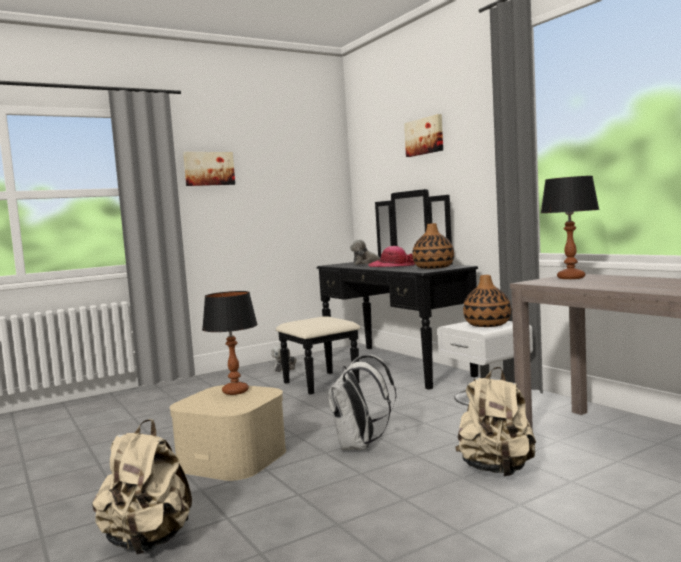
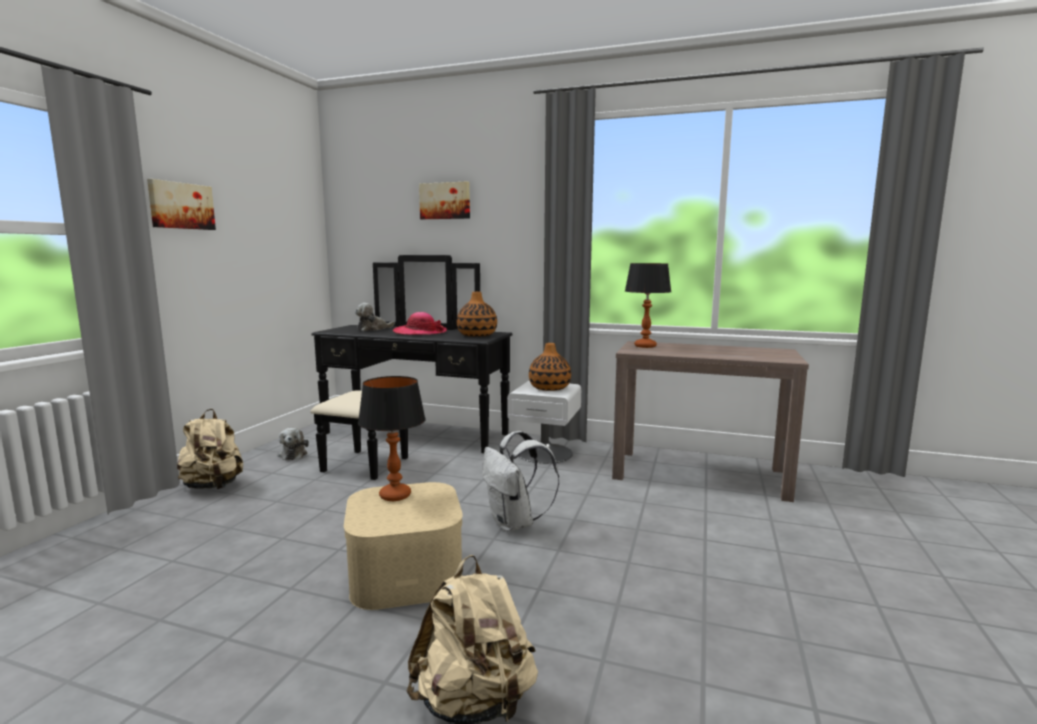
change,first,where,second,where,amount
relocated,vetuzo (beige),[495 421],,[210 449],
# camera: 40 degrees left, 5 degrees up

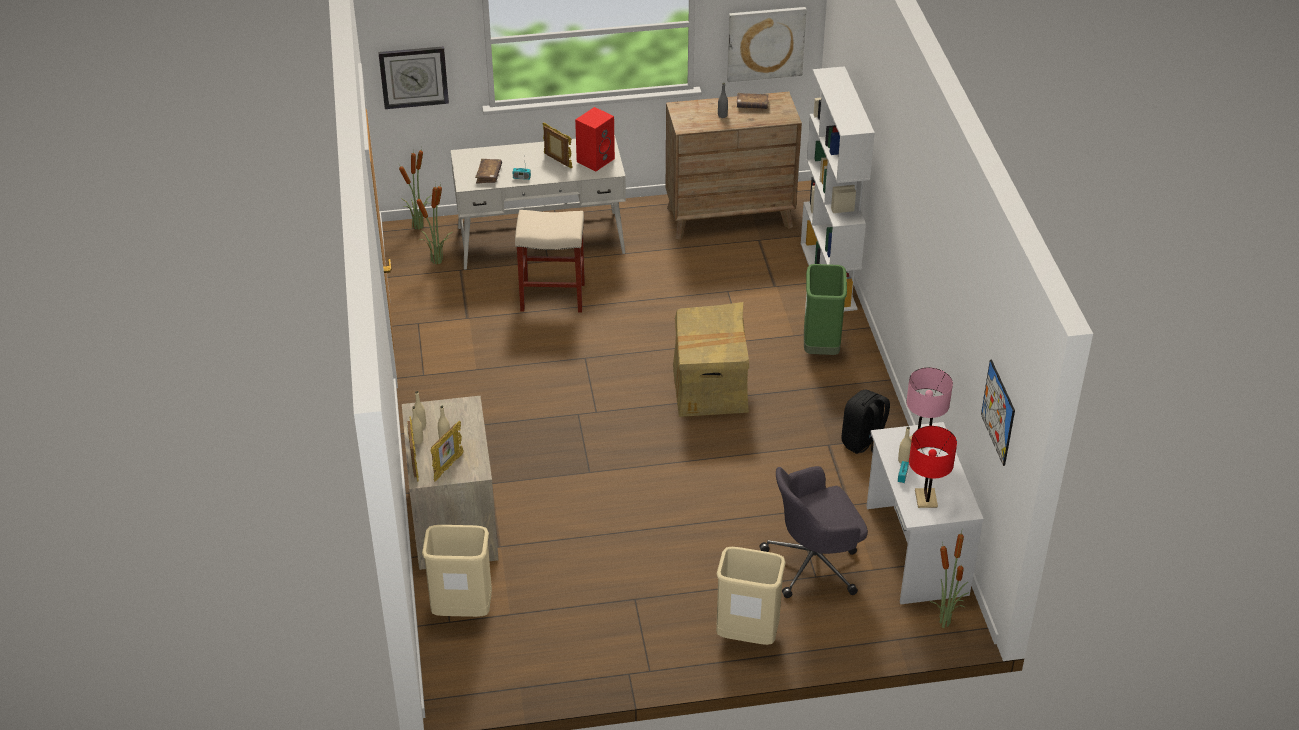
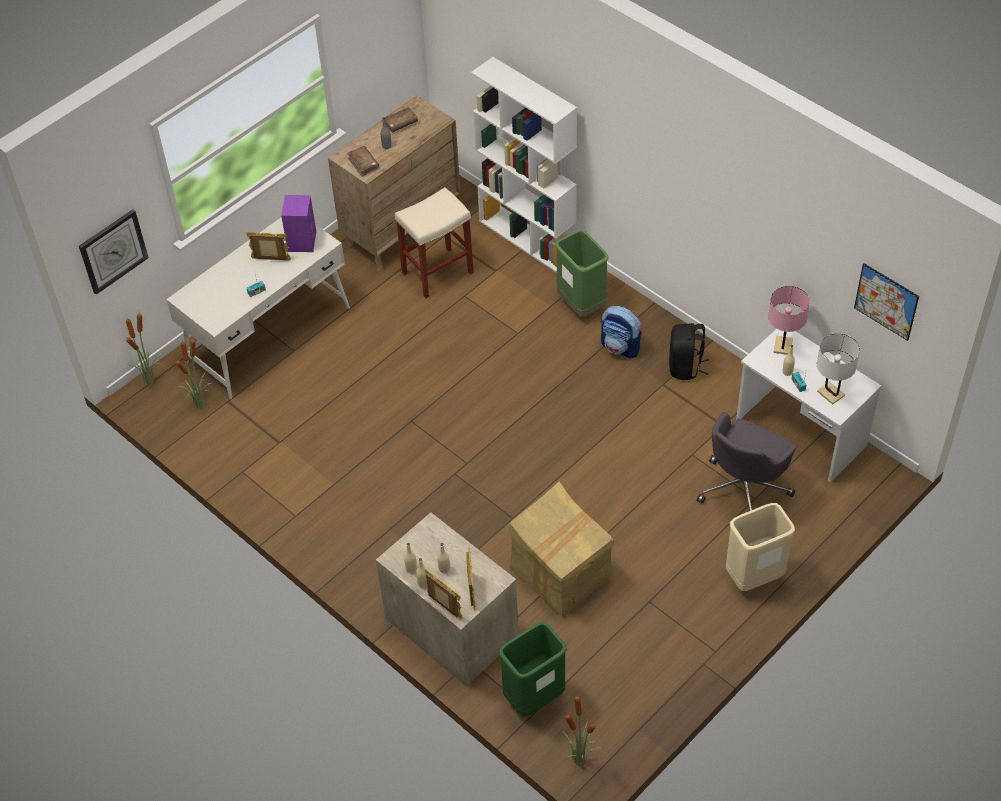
change,first,where,second,where,amount
colour,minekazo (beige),[457 571],minekazo (green),[533 669],
relocated,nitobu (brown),[488 171],,[363 161],
relocated,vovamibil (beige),[550 261],,[434 242],
colour,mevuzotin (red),[595 139],mevuzotin (purple),[299 223],
relocated,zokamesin,[711 359],,[561 549],
missing,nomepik,[767 44],,,
colour,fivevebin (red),[933 467],fivevebin (white),[838 369],
relocated,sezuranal,[949 579],,[582 732],
appeared,,,vetuzo,[621 332],
# camera: 35 degrees left, 10 degrees up

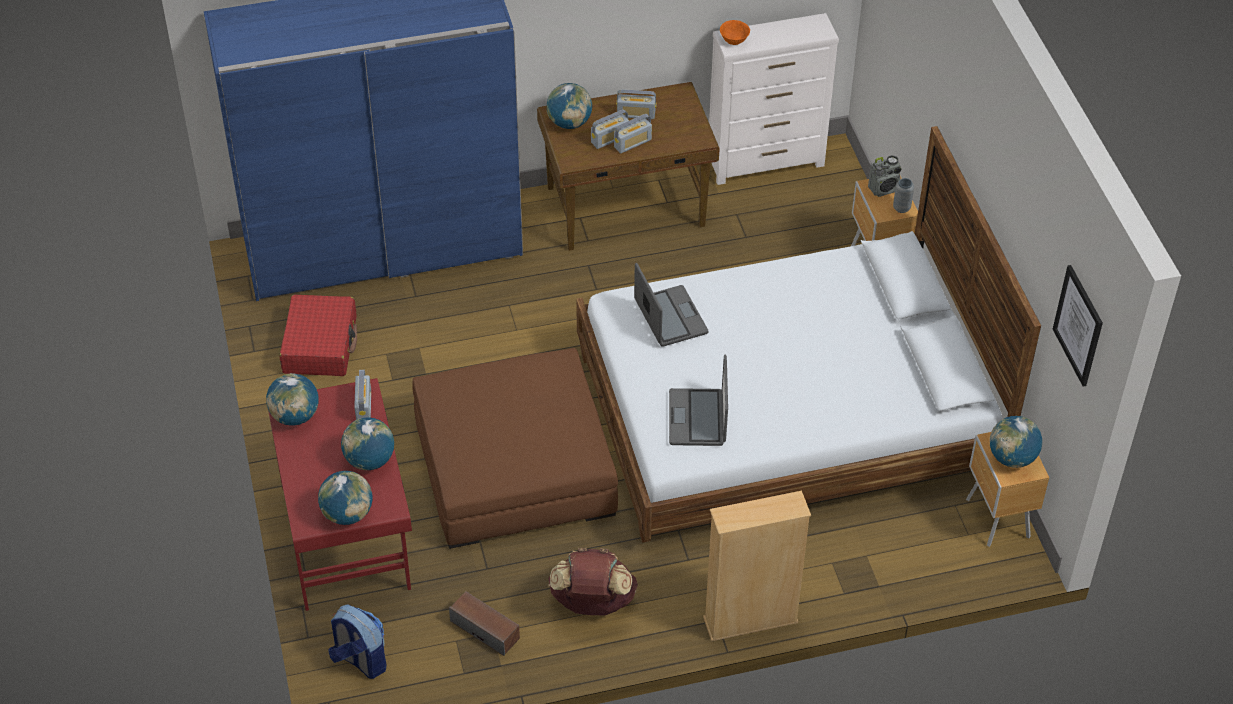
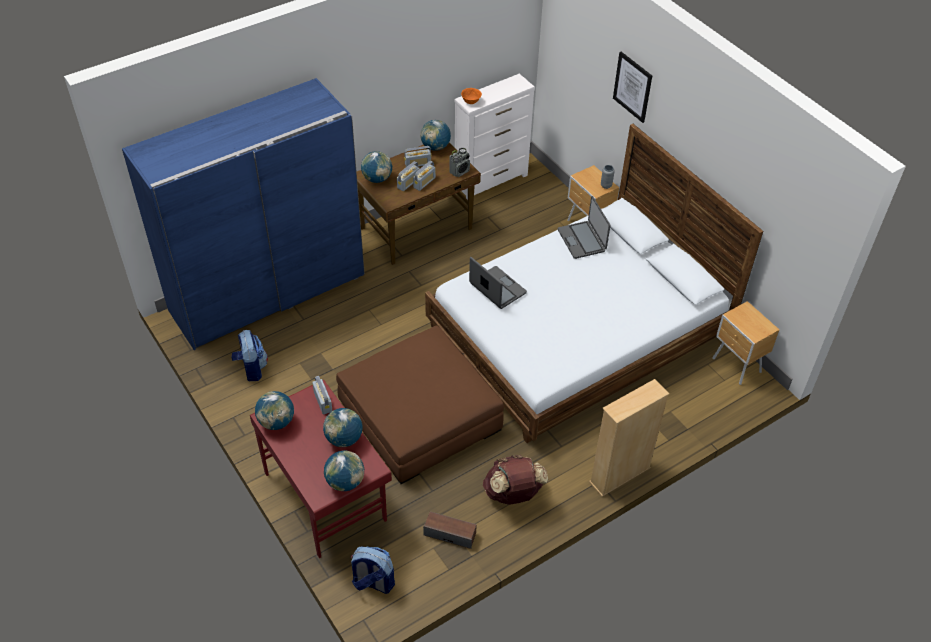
change,first,where,second,where,amount
exchanged,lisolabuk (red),[318 335],vetuzo,[249 355],
relocated,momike,[698 400],,[584 227],
relocated,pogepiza,[884 176],,[459 162],
relocated,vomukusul,[1015 442],,[435 135],
relocated,nomepik,[1078 326],,[632 87],
# camera: 20 degrees left, 0 degrees up

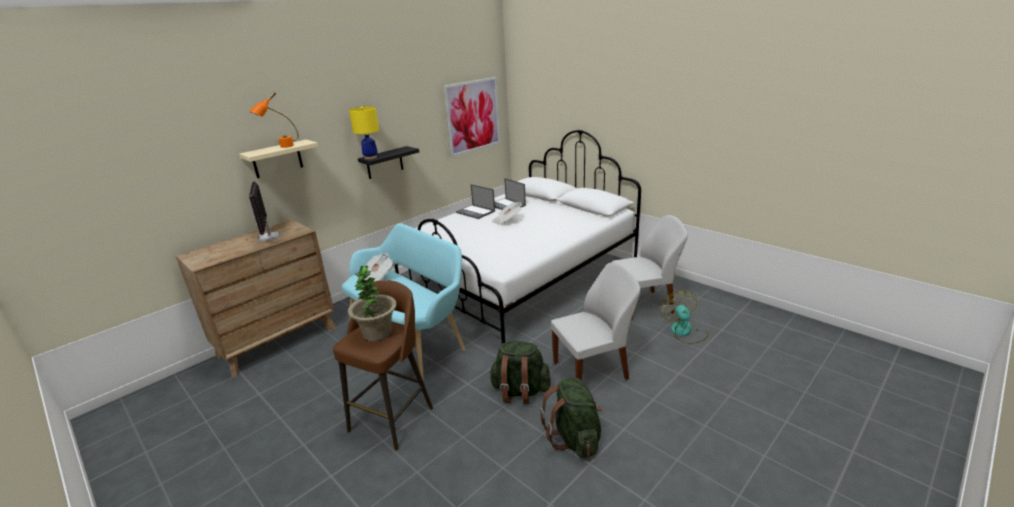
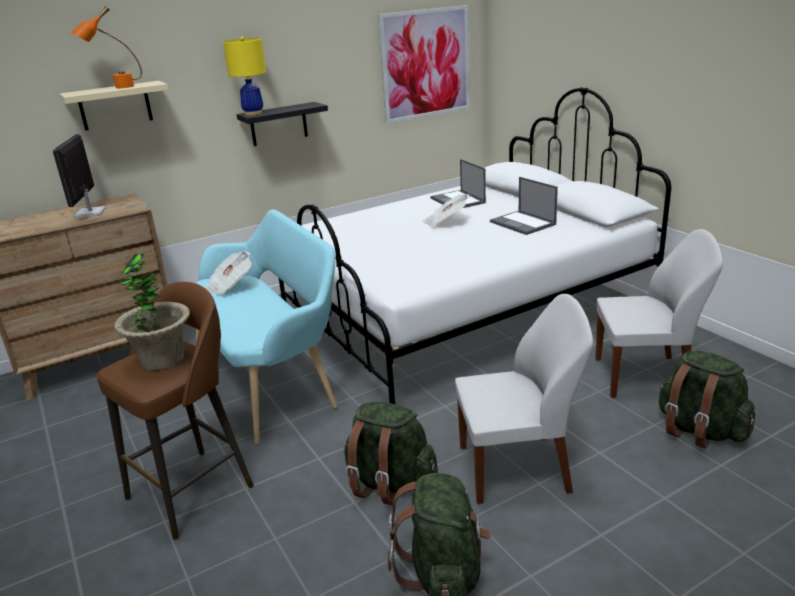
change,first,where,second,where,amount
relocated,momike,[475 201],,[524 206],
exchanged,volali,[684 317],vetuzo (green),[707 399],
# camera: 15 degrees right, 0 degrees up

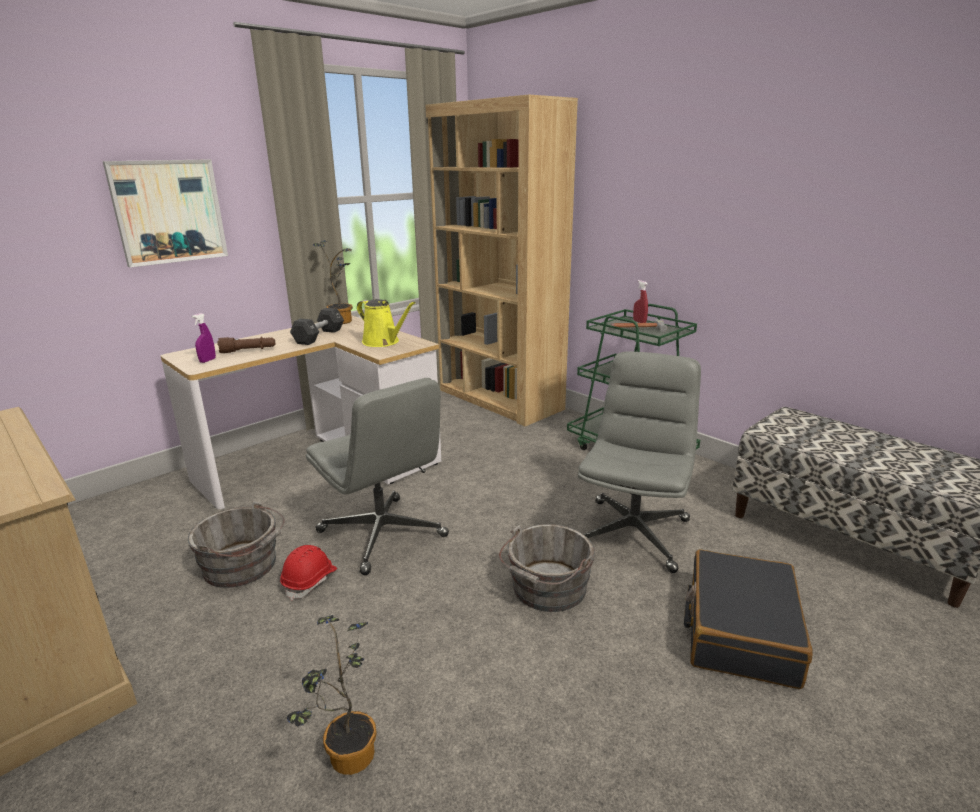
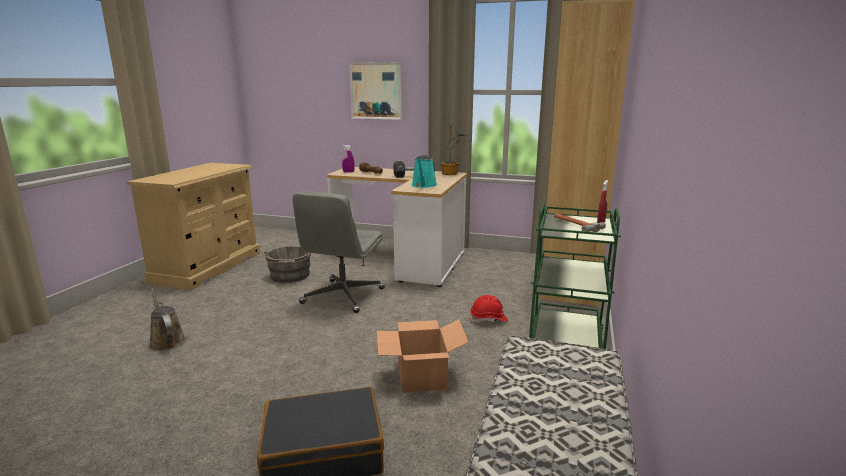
change,first,where,second,where,amount
relocated,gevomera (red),[308 573],,[489 309],
exchanged,sezuranal,[331 695],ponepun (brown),[167 319],
colour,ponepun (yellow),[386 323],ponepun (turquoise),[424 171],
missing,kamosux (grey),[547 568],,,
exchanged,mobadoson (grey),[639 462],zokamesin,[422 356],
# camera: 60 degrees right, 5 degrees down

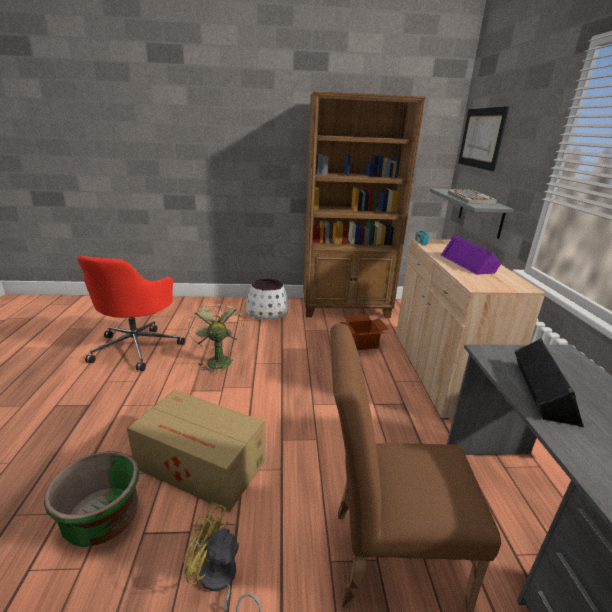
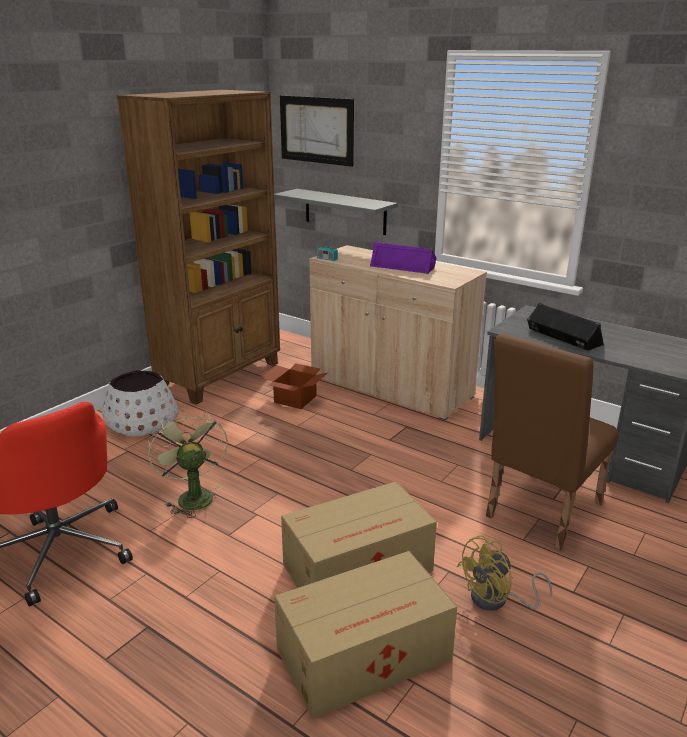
change,first,where,second,where,amount
exchanged,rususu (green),[92 499],zokamesin,[365 635],
spun,volali (green),[216 337],,[188 464],45 degrees clockwise
missing,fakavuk,[472 197],,,
# camera: 50 degrees left, 0 degrees up

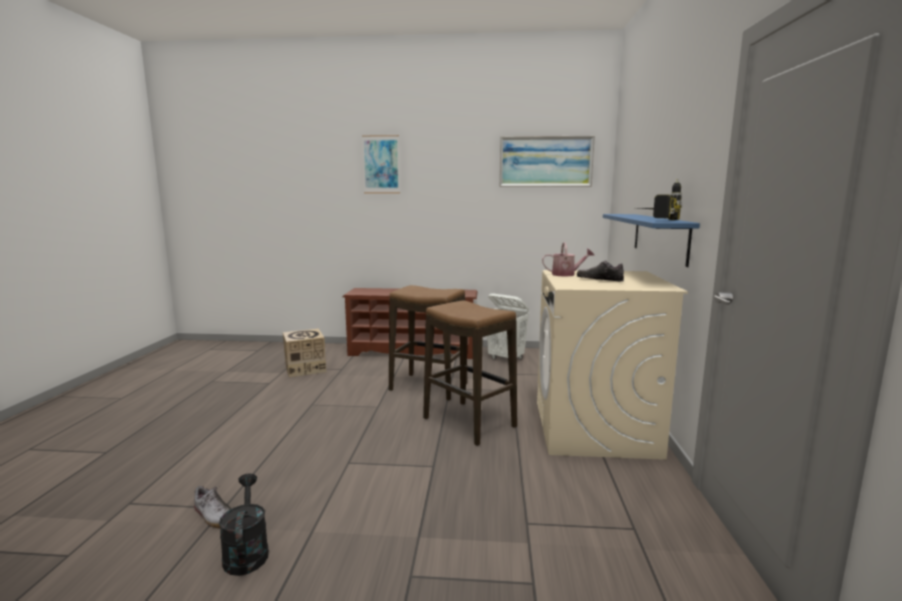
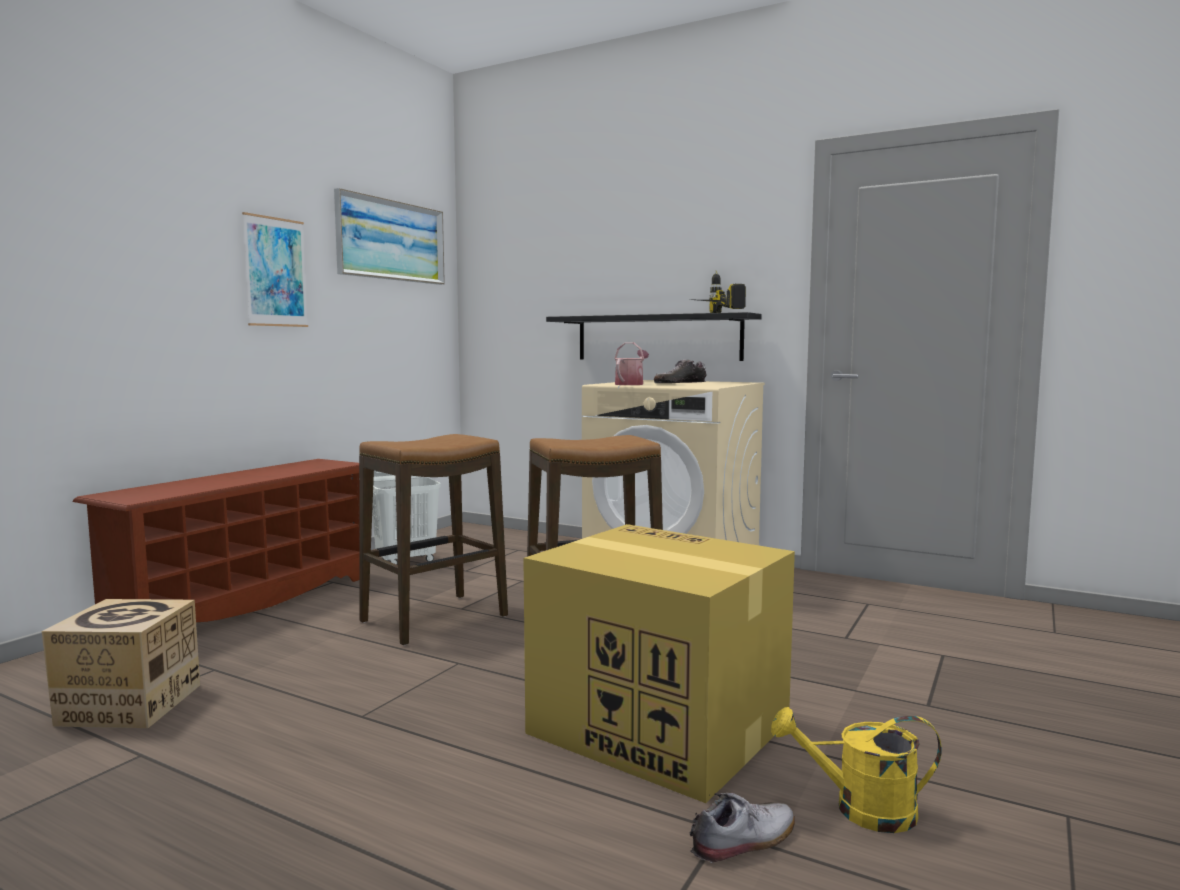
change,first,where,second,where,amount
colour,ponepun (black),[244 525],ponepun (yellow),[856 770],
relocated,nomepik,[381 164],,[275 269],
colour,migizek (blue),[651 240],migizek (black),[654 336],
appeared,,,zokamesin,[659 663],
# camera: 65 degrees left, 5 degrees down

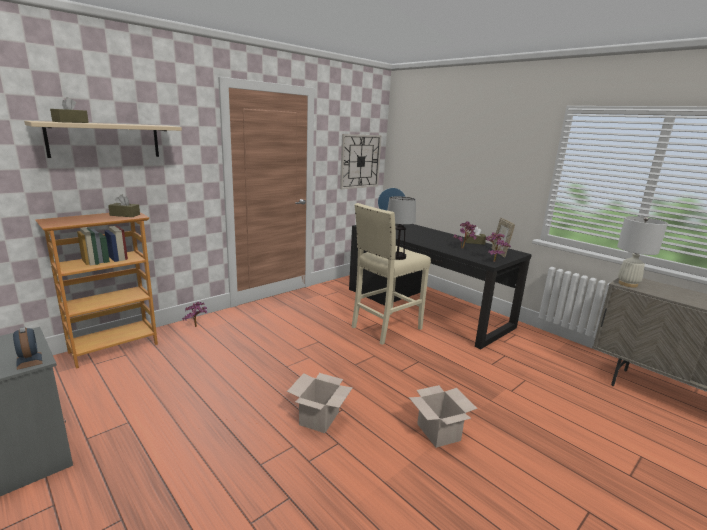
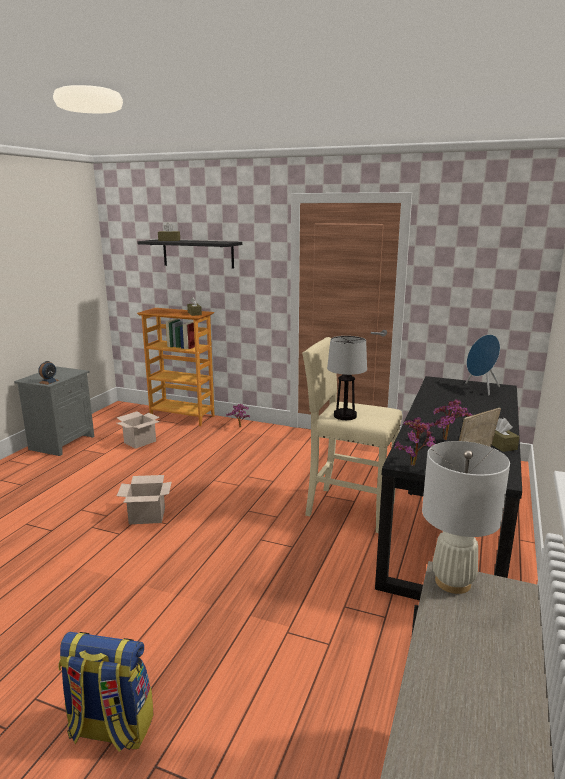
change,first,where,second,where,amount
colour,migizek (beige),[103 139],migizek (black),[189 254],
missing,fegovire,[361 161],,,
relocated,zokamesin,[443 416],,[138 430],
appeared,,,vetuzo,[105 692],
# camera: 65 degrees right, 0 degrees up

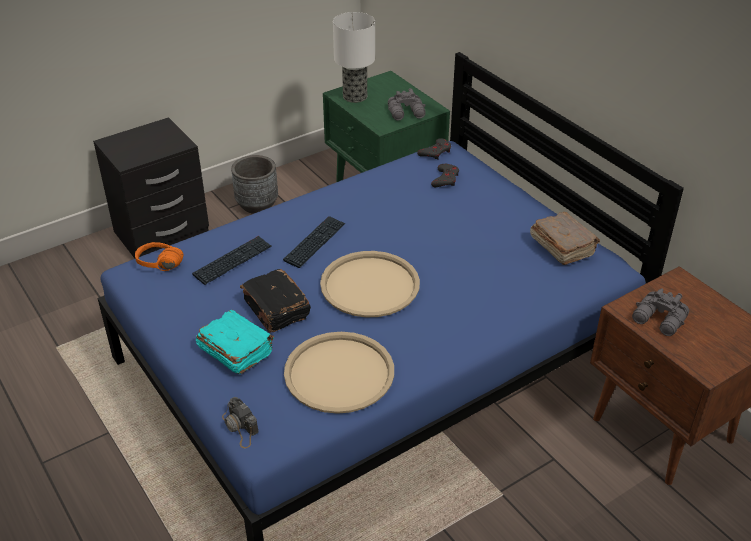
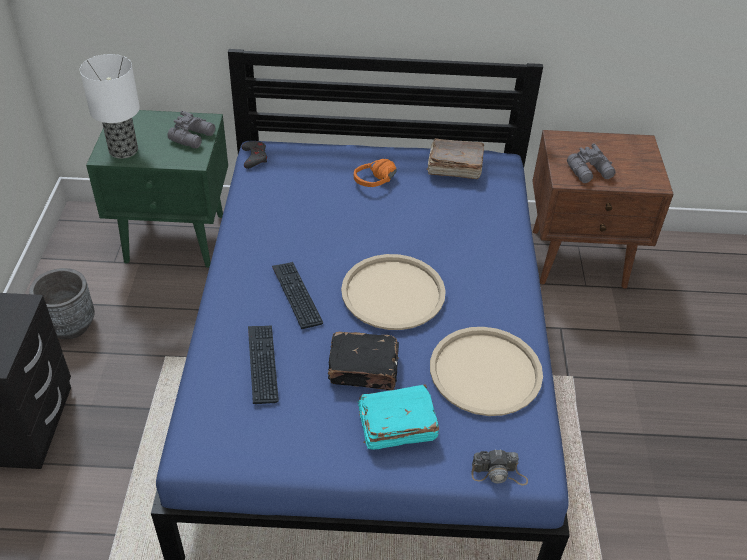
change,first,where,second,where,amount
relocated,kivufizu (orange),[159 256],,[375 173],
missing,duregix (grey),[445 175],,,
# camera: 55 degrees left, 5 degrees up

